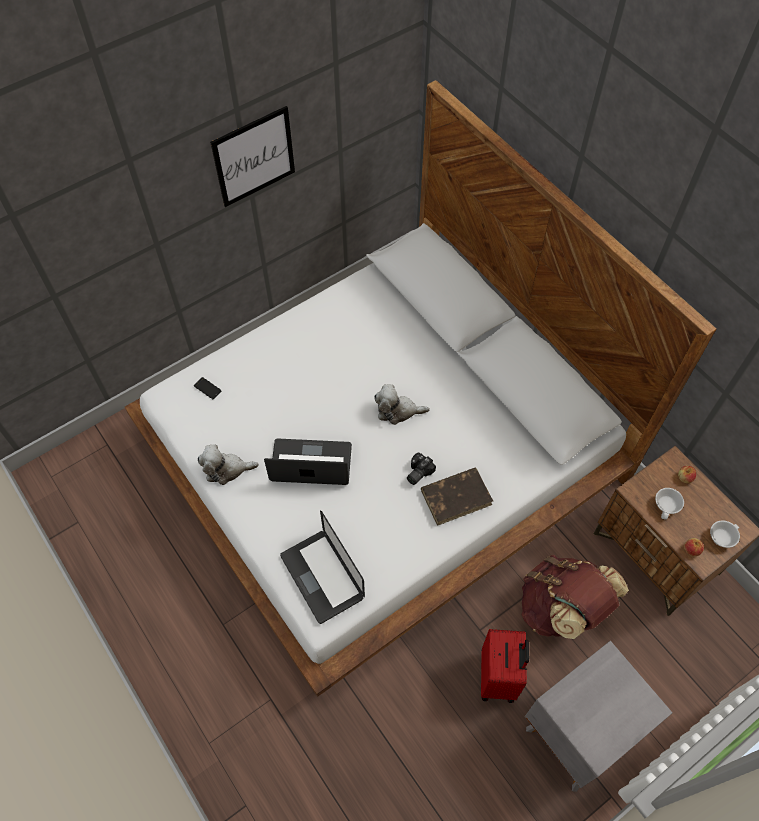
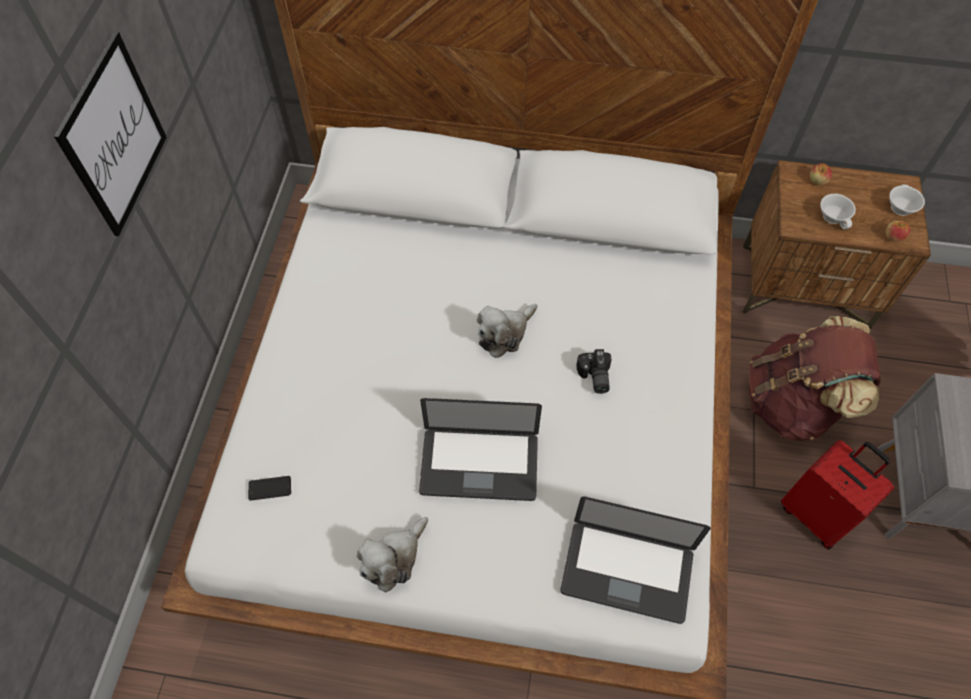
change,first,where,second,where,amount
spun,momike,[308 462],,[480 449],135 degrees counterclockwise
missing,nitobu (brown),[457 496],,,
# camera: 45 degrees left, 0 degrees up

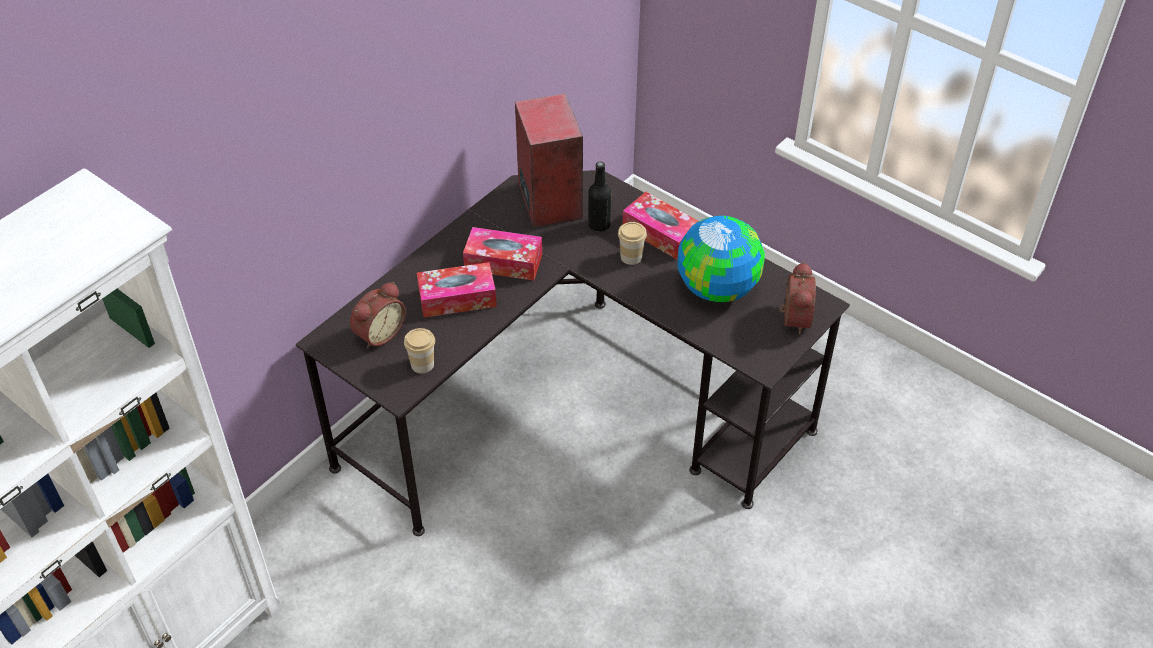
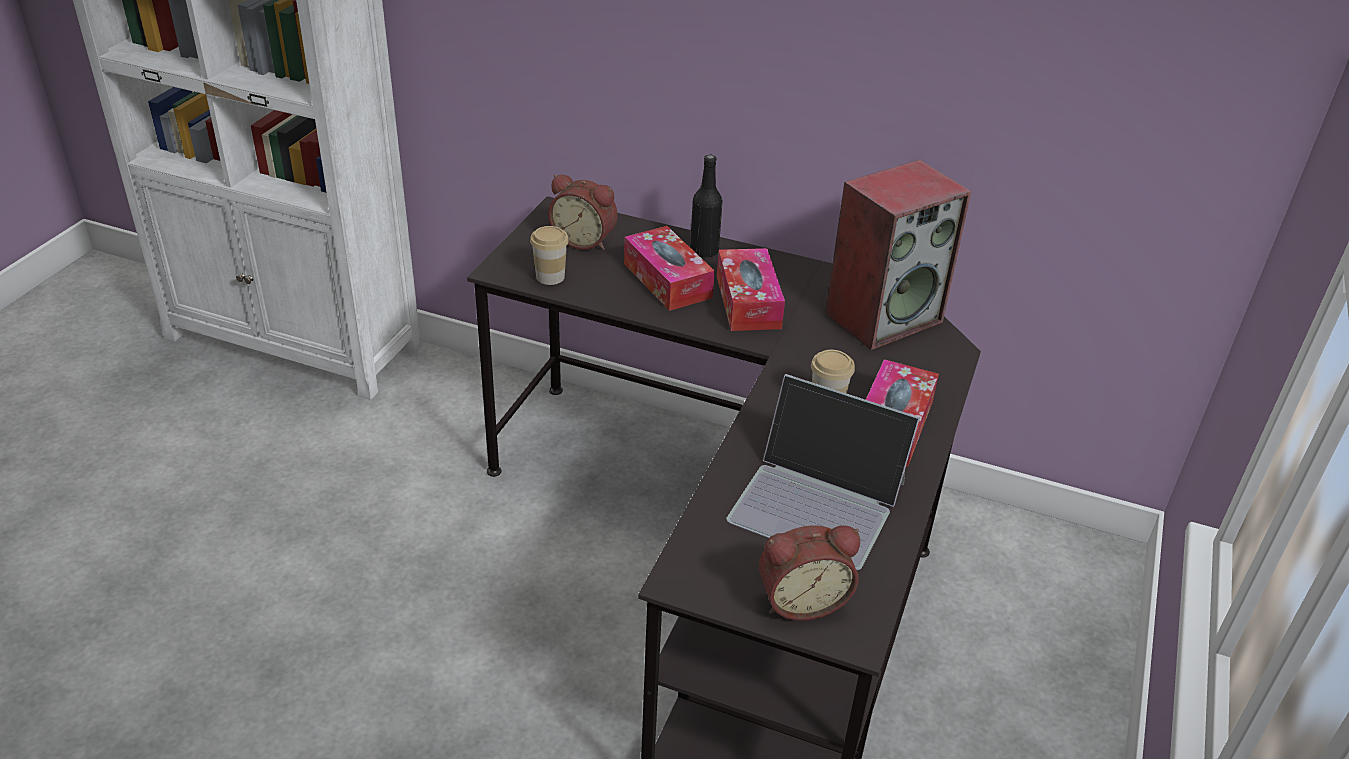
change,first,where,second,where,amount
relocated,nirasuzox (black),[599 196],,[706 206],
exchanged,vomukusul,[721 259],momike,[823 472],
# camera: 70 degrees right, 10 degrees down

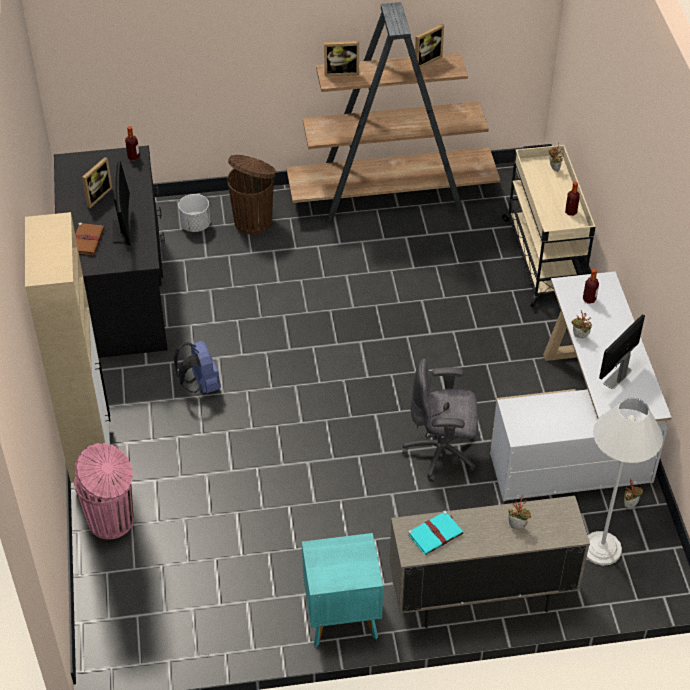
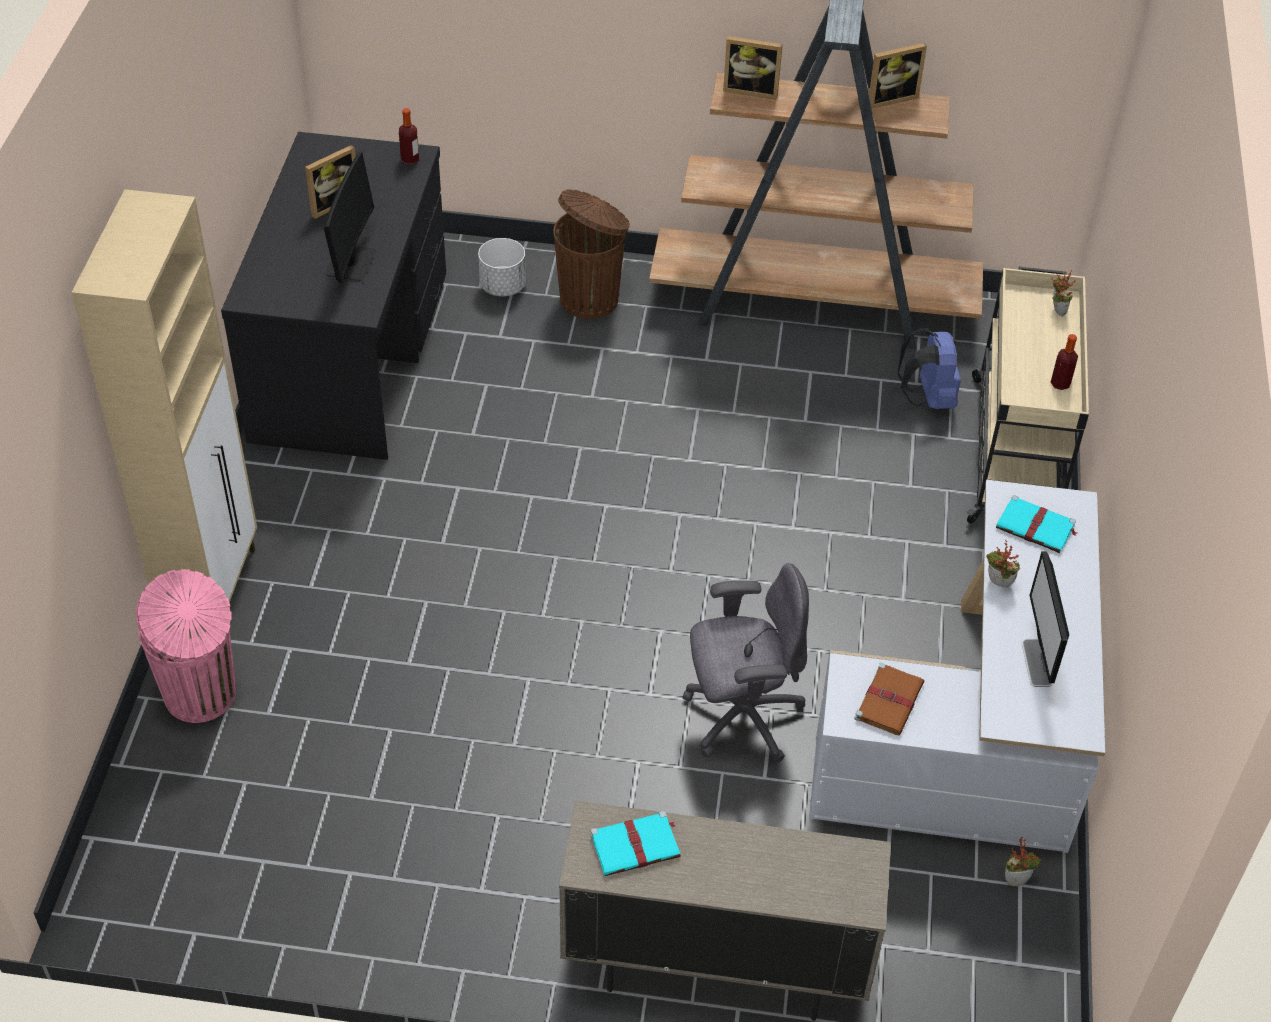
change,first,where,second,where,amount
relocated,nitobu (brown),[90 239],,[889 699],
relocated,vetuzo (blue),[197 367],,[929 368],
missing,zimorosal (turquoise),[342 590],,,
spun,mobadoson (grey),[440 420],,[745 662],150 degrees clockwise
missing,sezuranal,[520 513],,,
exchanged,nirasuzox,[591 286],nitobu (turquoise),[1036 524],
missing,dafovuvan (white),[625 482],,,
spun,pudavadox,[622 351],,[1045 619],60 degrees counterclockwise
# camera: 15 degrees right, 0 degrees up

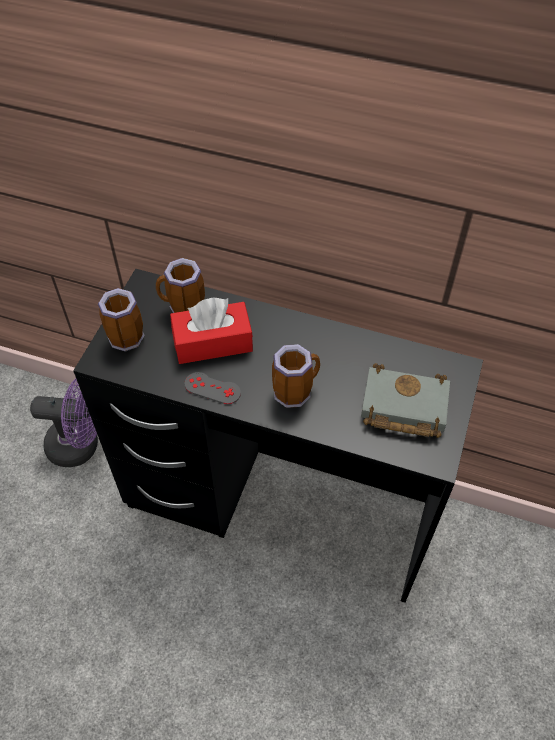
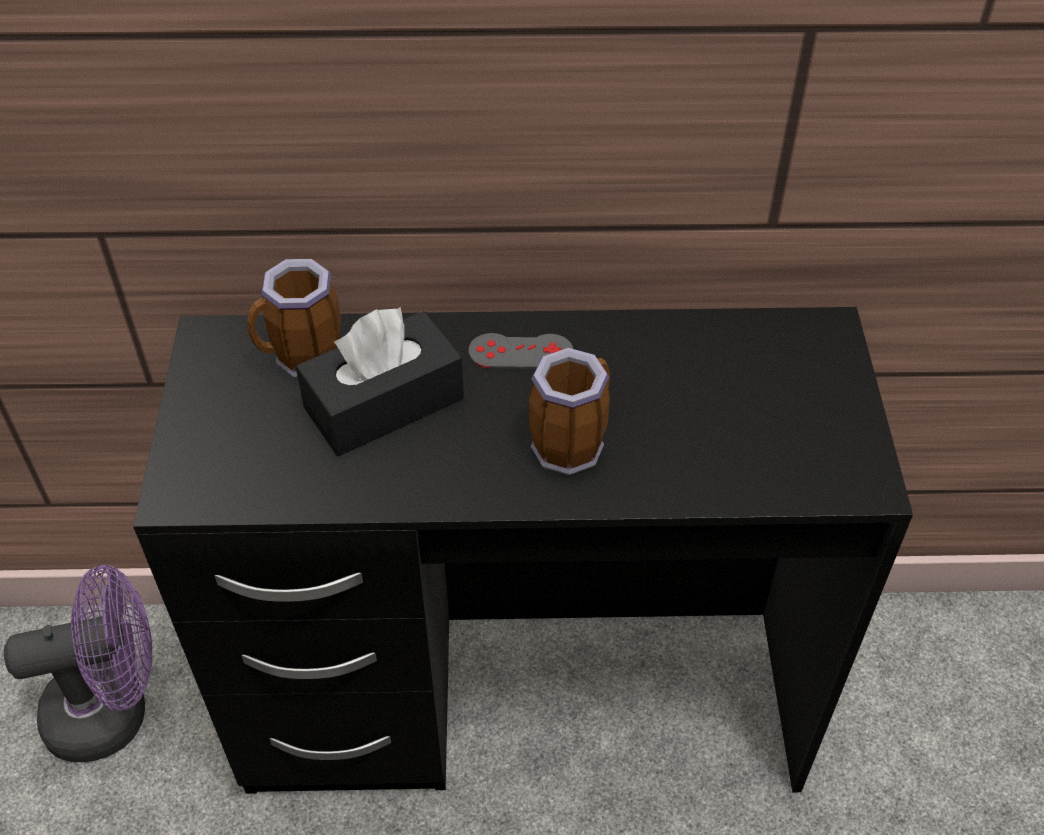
change,first,where,second,where,amount
missing,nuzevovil,[121 320],,,
colour,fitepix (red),[211 330],fitepix (black),[380 381],
relocated,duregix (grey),[212 388],,[520 351],
missing,nitobu (grey),[405 400],,,
# camera: 20 degrees left, 5 degrees down

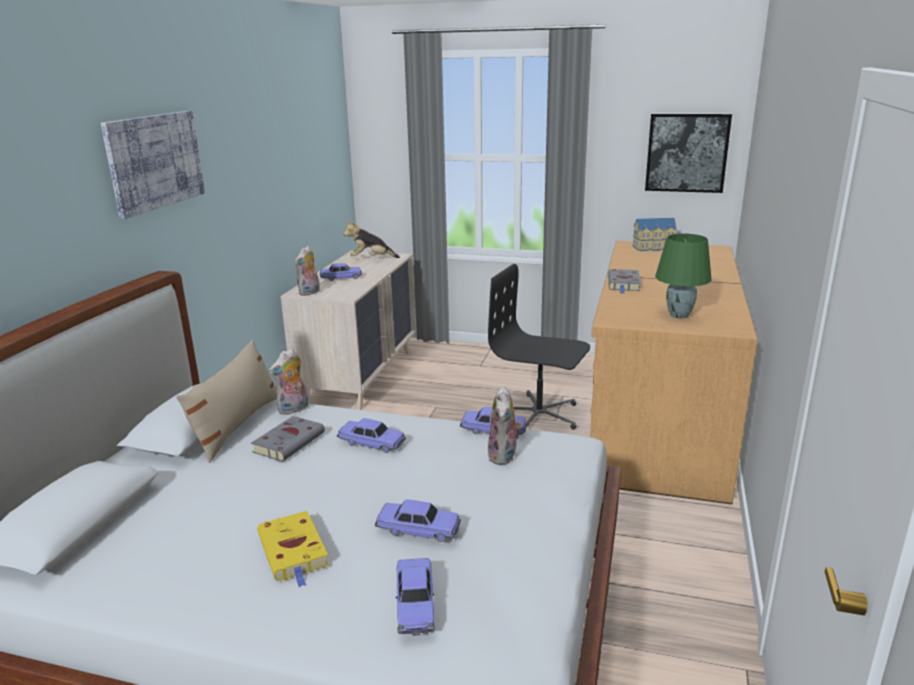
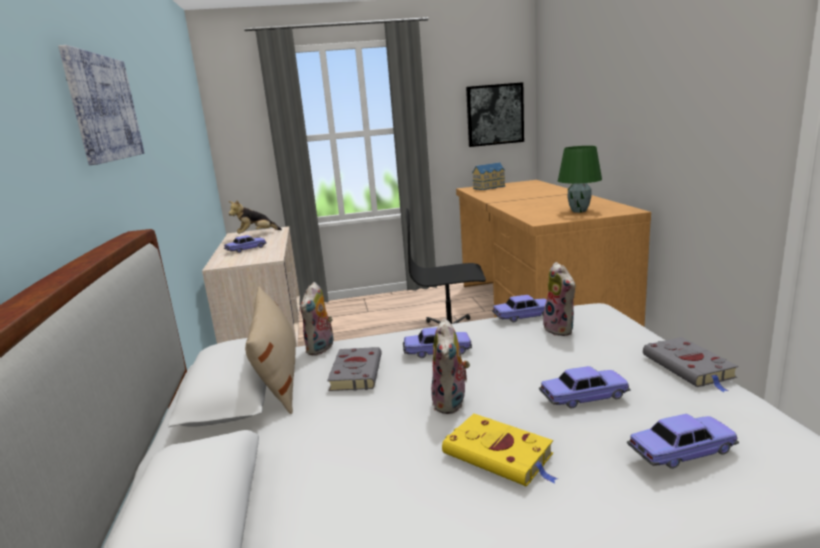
change,first,where,second,where,amount
relocated,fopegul,[307 271],,[450 366],
spun,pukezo,[415 597],,[683 441],75 degrees counterclockwise
relocated,nitobu (grey),[624 281],,[691 364],
# camera: 25 degrees left, 5 degrees down

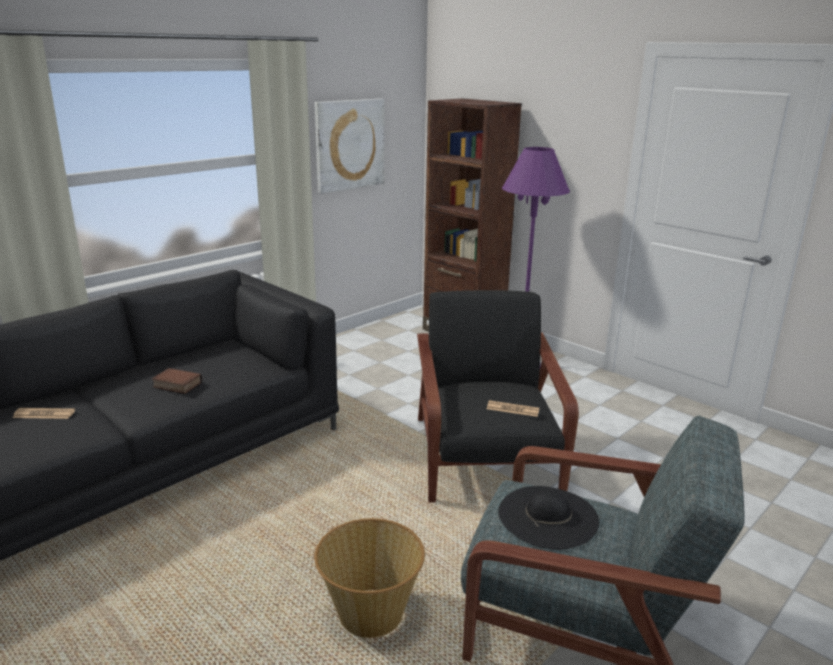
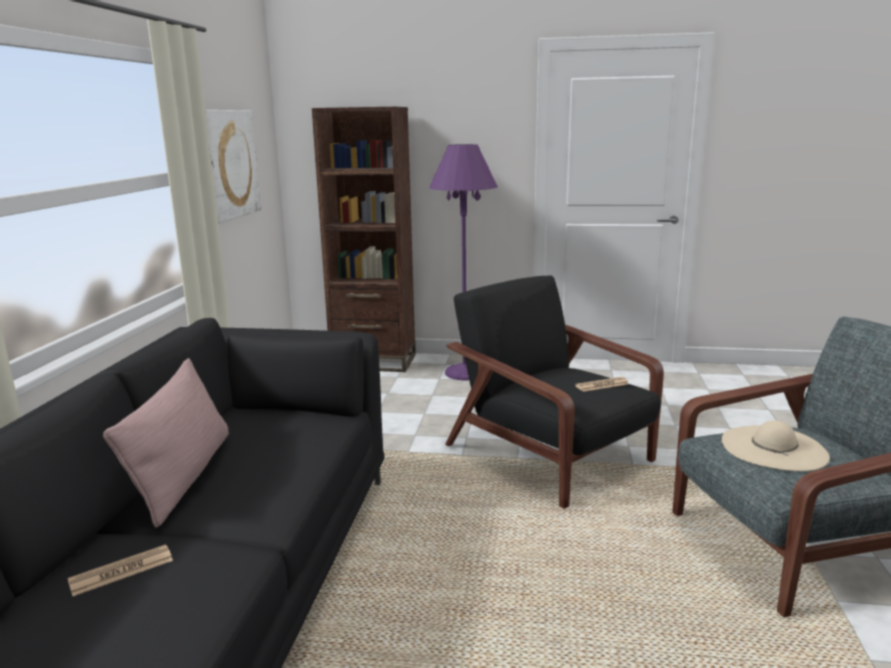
change,first,where,second,where,amount
missing,nitobu,[177 381],,,
missing,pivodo,[369 578],,,
colour,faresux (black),[548 518],faresux (beige),[776 445],
appeared,,,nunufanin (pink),[166 443],
# camera: 35 degrees left, 5 degrees down

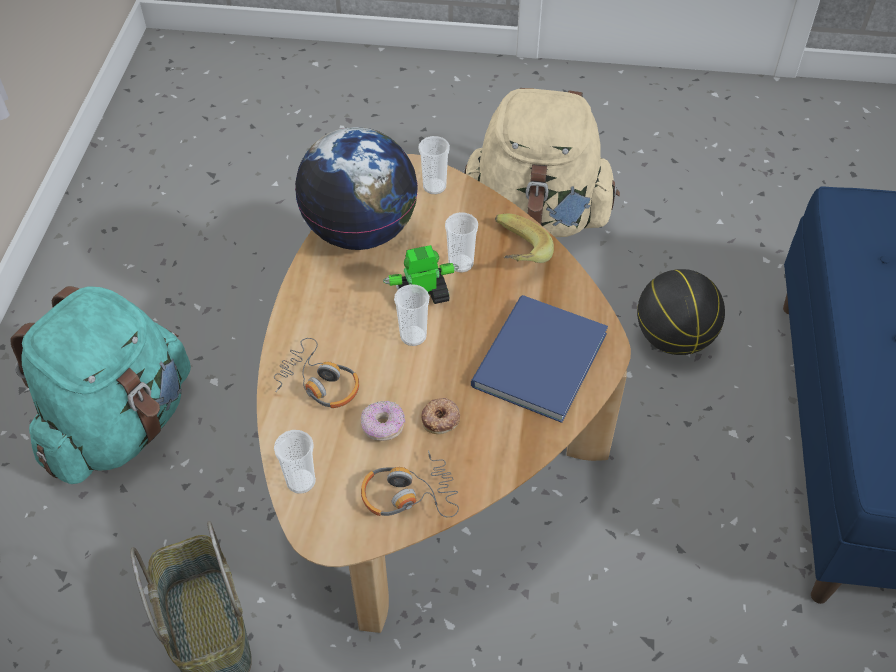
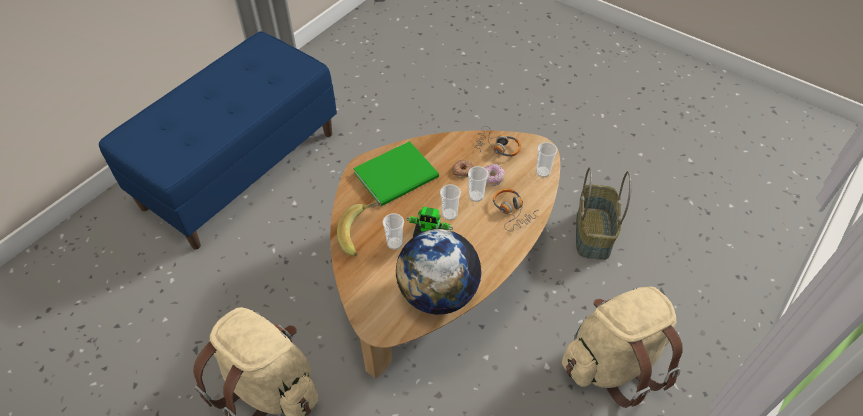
change,first,where,second,where,amount
colour,vetuzo (turquoise),[101 385],vetuzo (beige),[622 347],
relocated,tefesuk,[434 165],,[478 184],
colour,nitobu (blue),[539 359],nitobu (green),[396 173],
missing,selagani,[681 312],,,
# camera: 150 degrees left, 0 degrees up

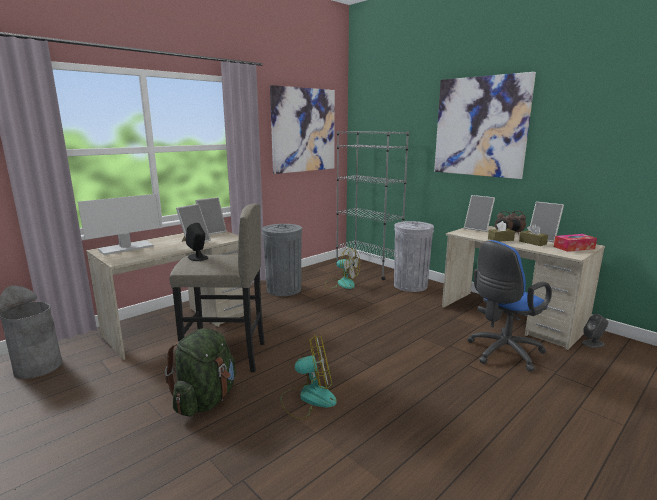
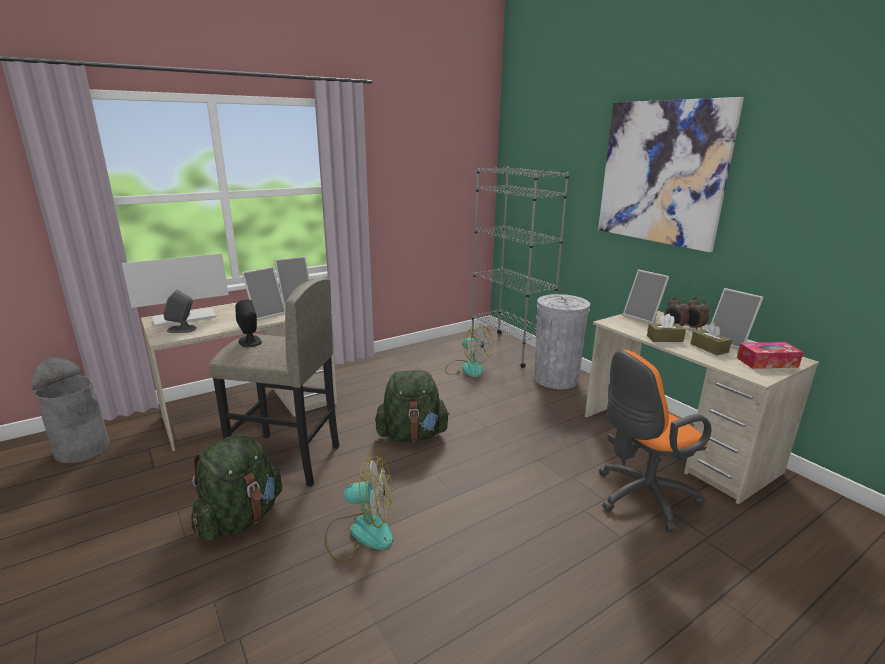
change,first,where,second,where,amount
missing,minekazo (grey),[282 260],,,
missing,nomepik,[302 129],,,
colour,mobadoson (blue),[509 305],mobadoson (orange),[655 441],
relocated,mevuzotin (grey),[595 331],,[180 311],
appeared,,,vetuzo (green),[412 406],
# camera: 10 degrees right, 5 degrees up

